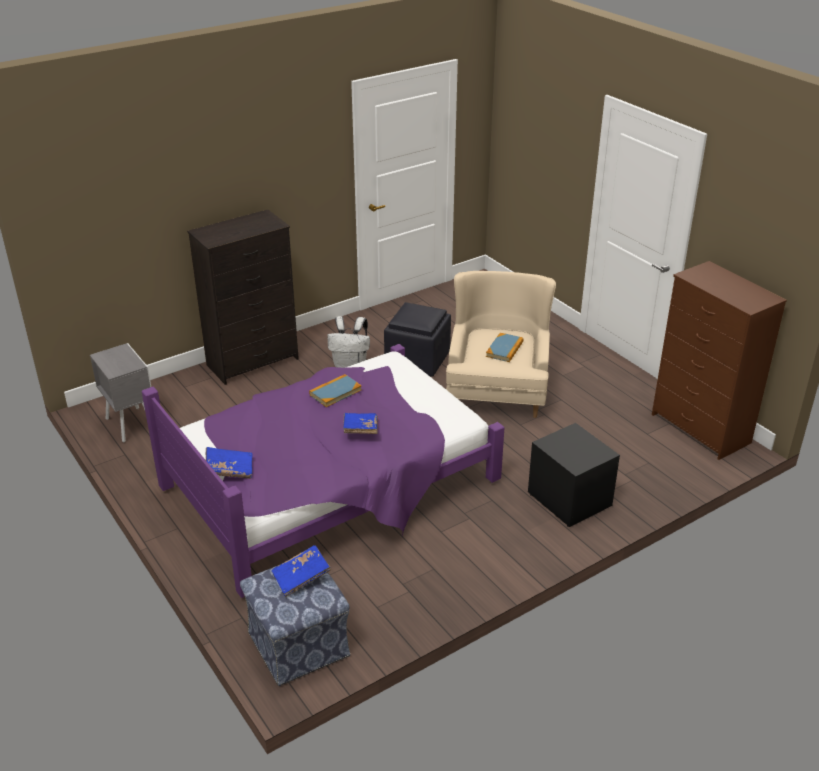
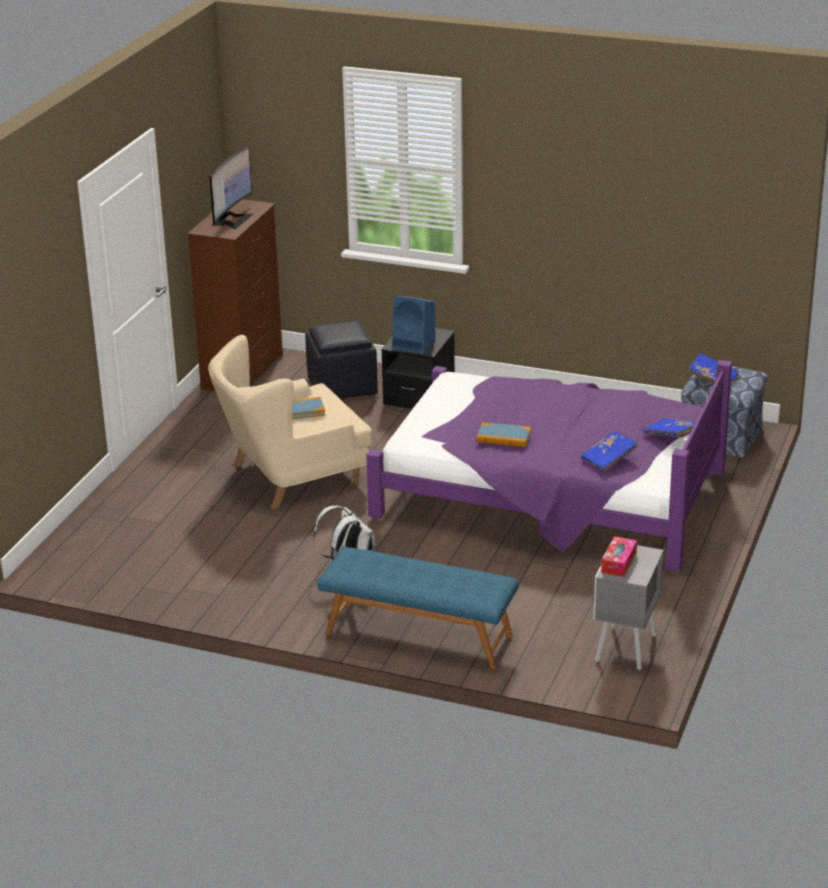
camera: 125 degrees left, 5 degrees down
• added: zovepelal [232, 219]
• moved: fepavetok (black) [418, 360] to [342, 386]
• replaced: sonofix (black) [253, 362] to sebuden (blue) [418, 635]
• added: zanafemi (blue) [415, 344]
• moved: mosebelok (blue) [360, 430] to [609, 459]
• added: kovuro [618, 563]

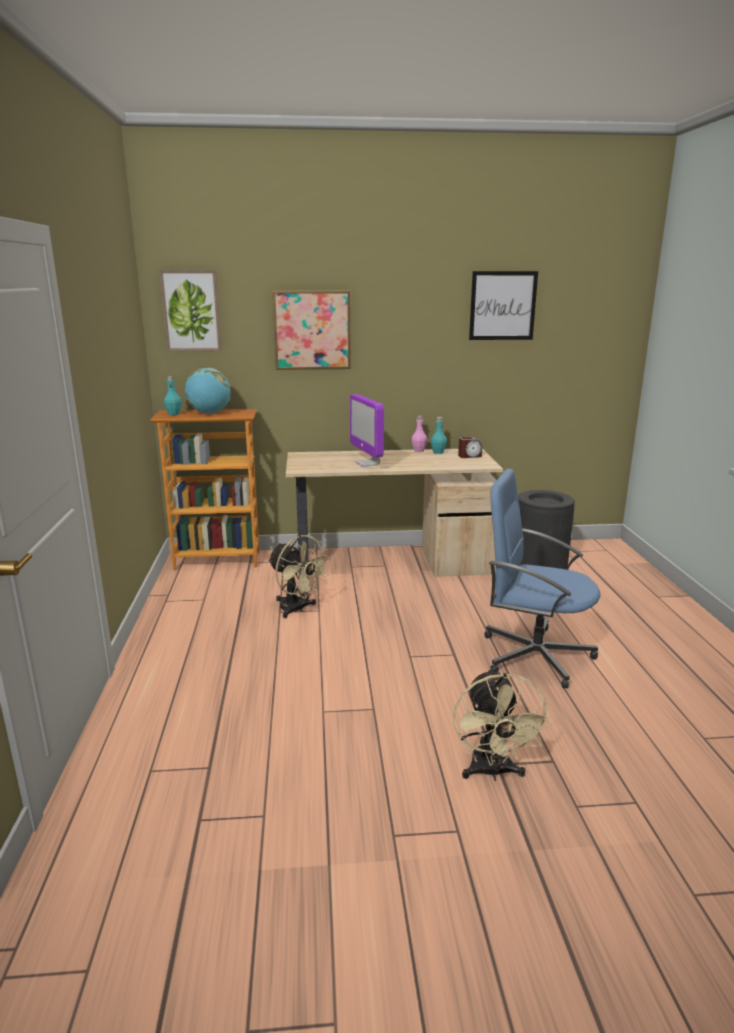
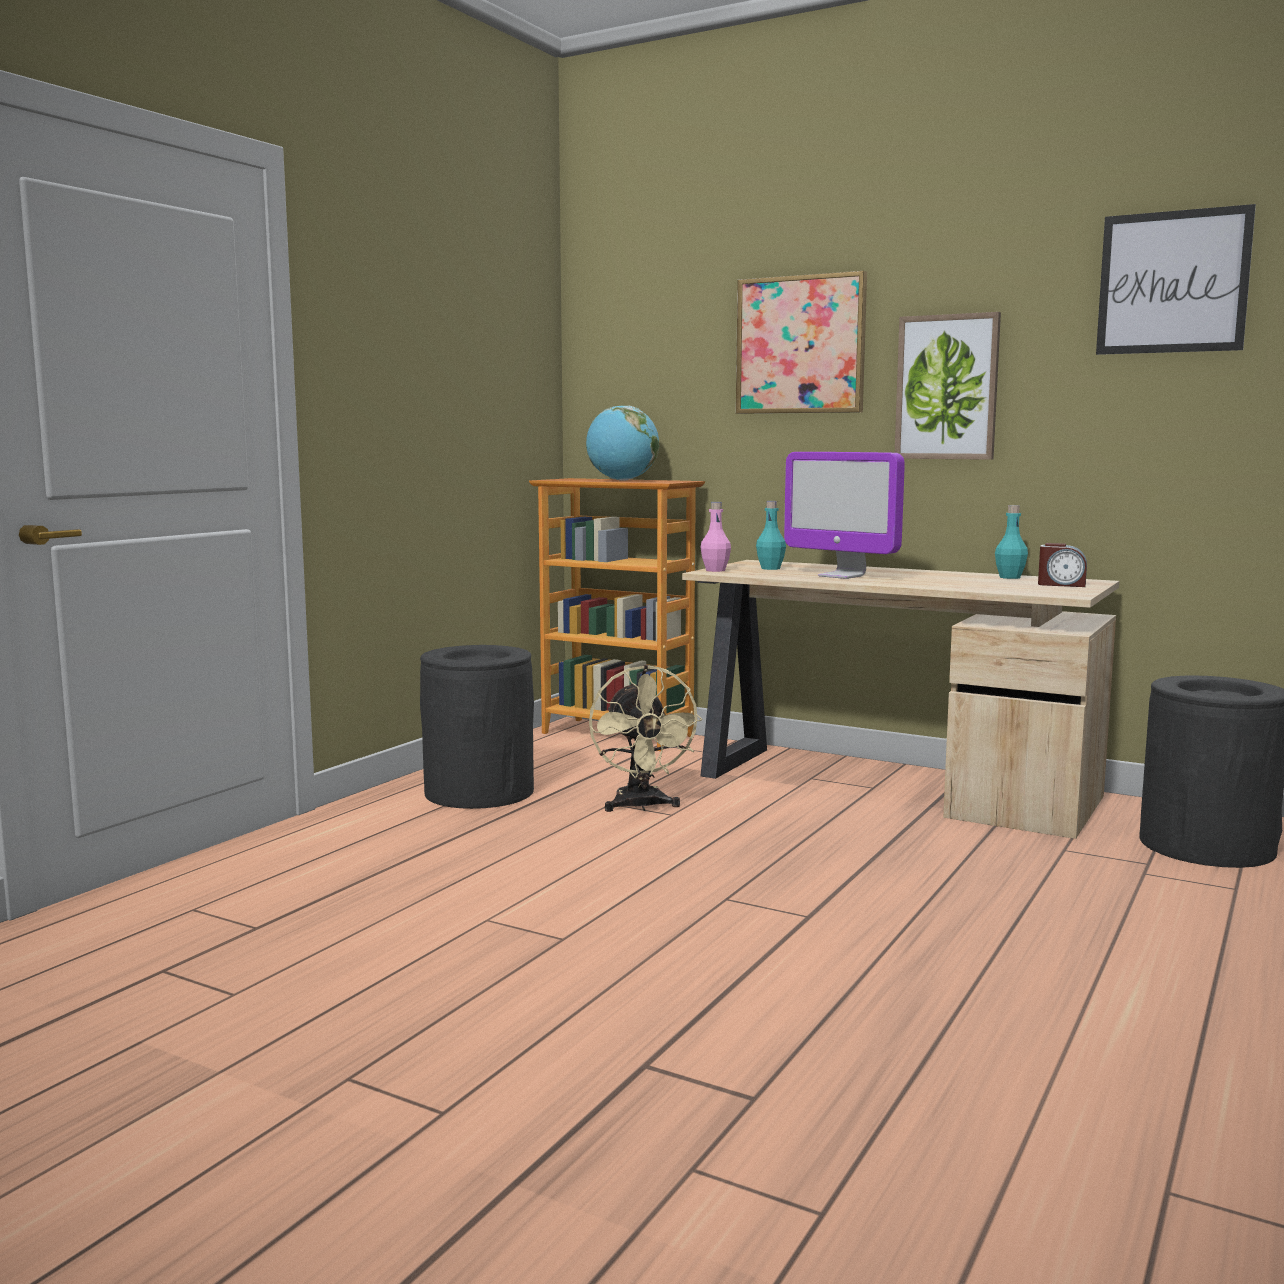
camera: 35 degrees right, 10 degrees down
• added: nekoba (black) [479, 792]
• moved: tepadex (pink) [419, 451] to [715, 570]
• moved: tepadex (turquoise) [174, 414] to [770, 568]
• turned: zovepelal [367, 463] = [842, 576] 60 degrees counterclockwise
• moved: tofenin [191, 311] to [947, 387]
• removed: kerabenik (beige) [492, 772]
• removed: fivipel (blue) [534, 655]

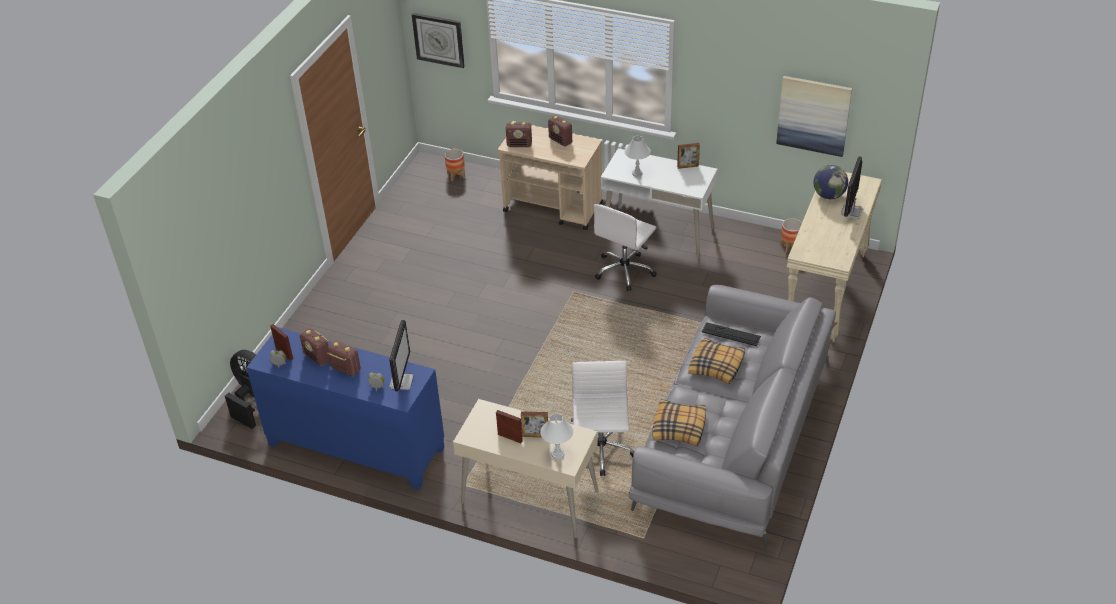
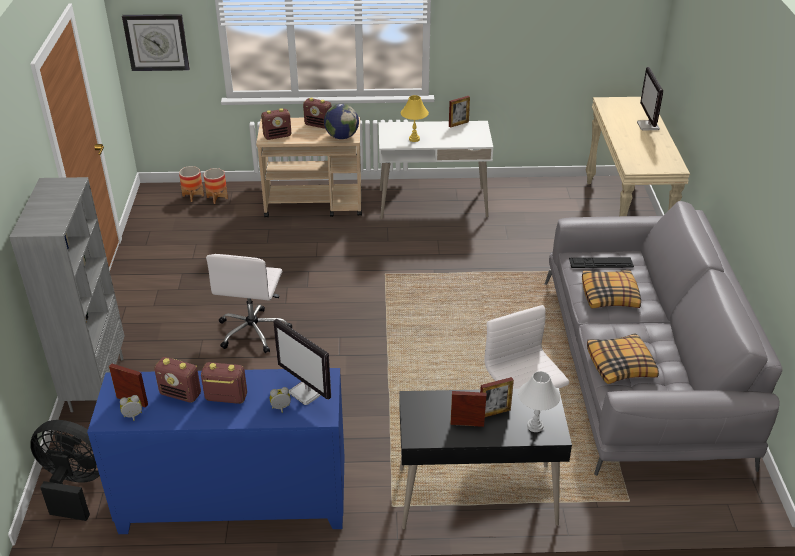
camera: 25 degrees left, 5 degrees down
• added: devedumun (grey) [96, 384]
• moved: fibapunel [790, 246] to [217, 198]
• moved: fivipel (white) [625, 270] to [253, 331]
• turned: zovepelal [401, 381] = [307, 392] 150 degrees clockwise
• moved: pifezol [829, 195] to [342, 137]
• recoloured: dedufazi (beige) [529, 498] to dedufazi (black) [476, 497]
• recoloured: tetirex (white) [637, 173] to tetirex (yellow) [414, 139]
• removed: tofenin [813, 115]

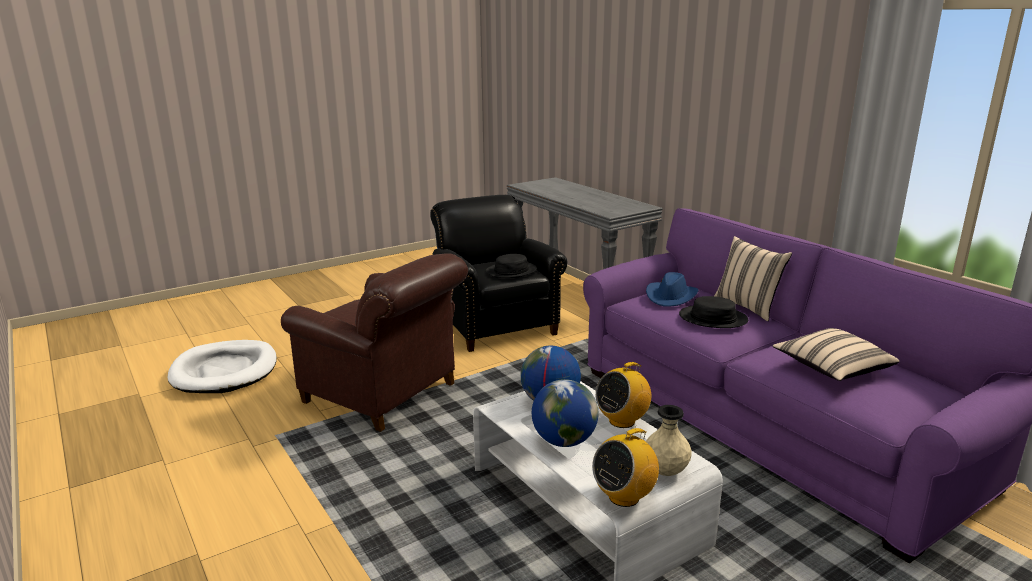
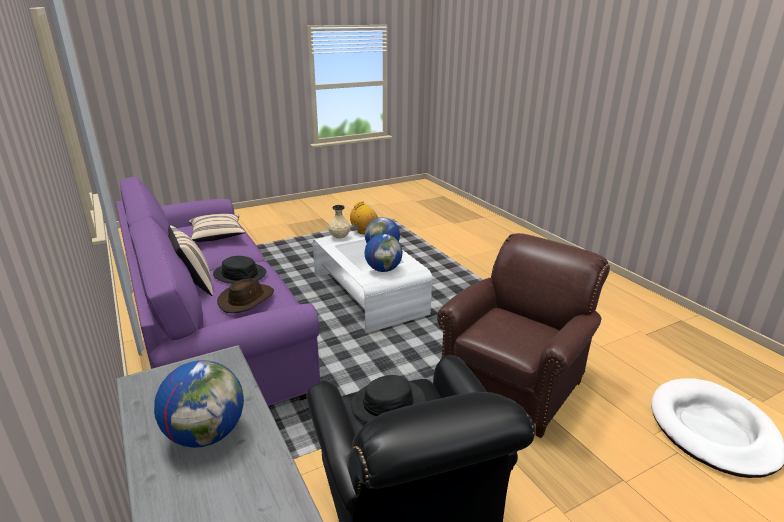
camera: 175 degrees left, 5 degrees up
• added: pifezol [206, 434]
• recoloured: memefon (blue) [671, 297] to memefon (brown) [246, 300]
• turned: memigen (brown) [385, 394] = [516, 382] 90 degrees clockwise
• removed: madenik [622, 420]

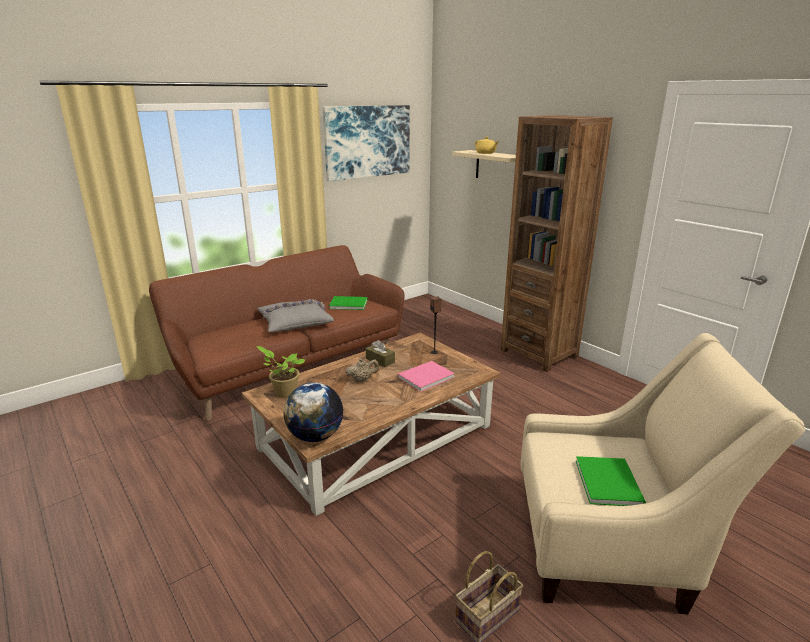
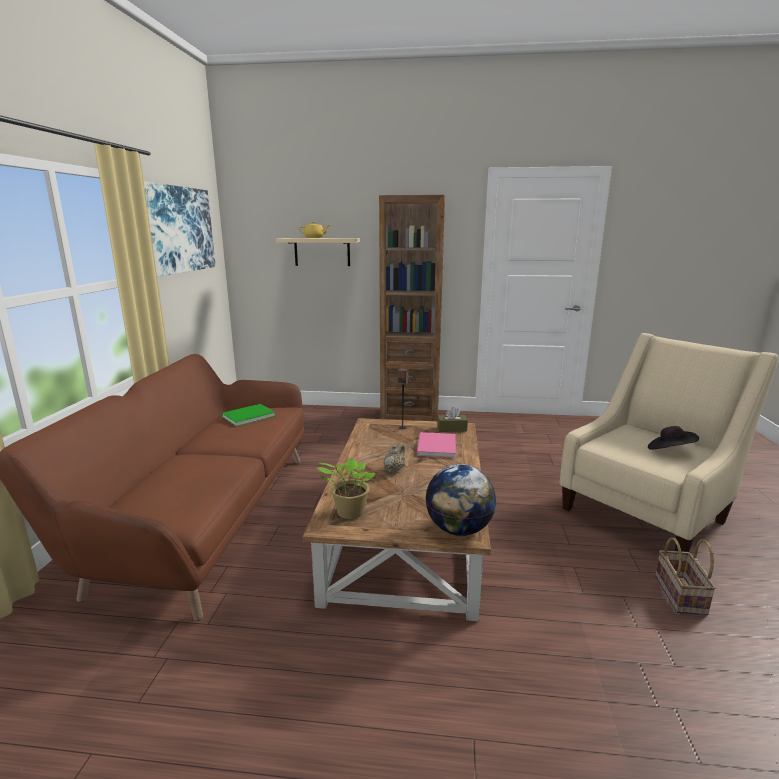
camera: 45 degrees left, 5 degrees down
• moved: kovuro (brown) [380, 360] to [452, 429]
• replaced: mosebelok (green) [609, 481] to memefon (black) [669, 451]
• removed: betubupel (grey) [295, 322]

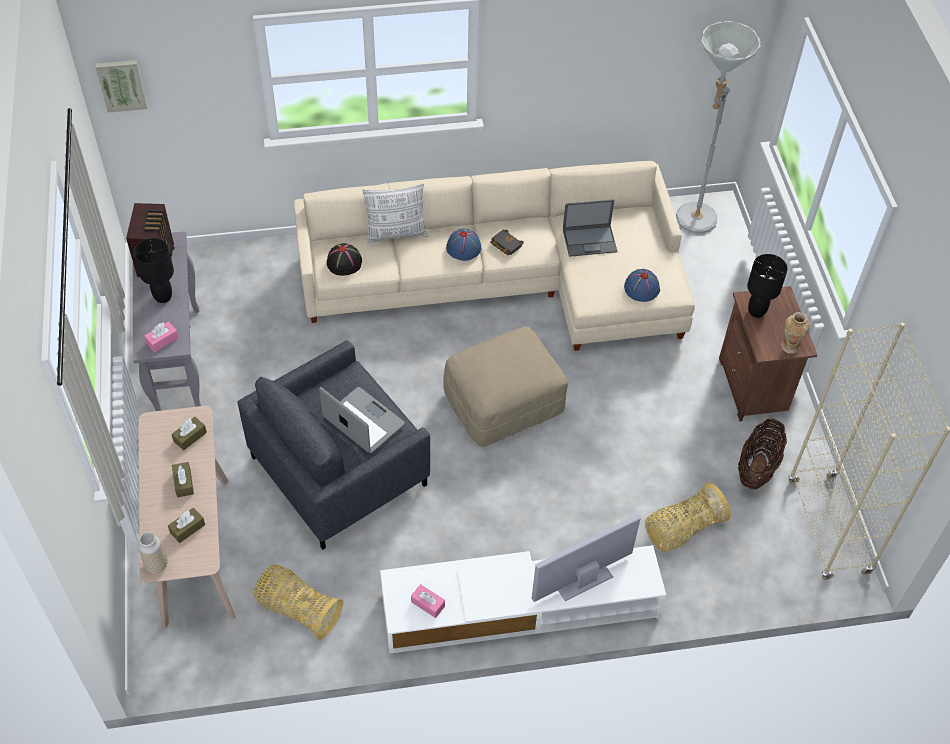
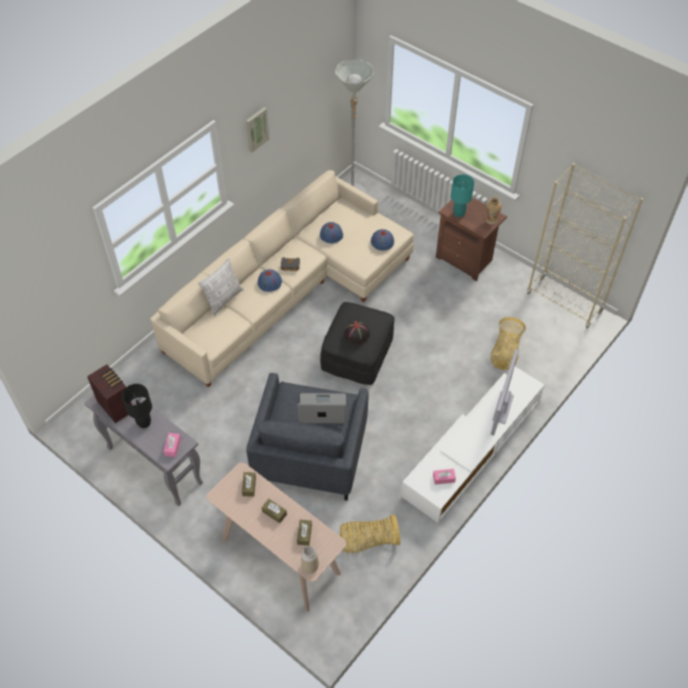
camera: 40 degrees left, 0 degrees up
• moved: tofenin [121, 84] to [256, 129]
• replaced: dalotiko [590, 240] to memefon (blue) [331, 234]
• recoloured: fepavetok (beige) [503, 404] to fepavetok (black) [357, 355]
• moved: memefon (black) [344, 262] to [357, 334]
• recoloured: tetirex (black) [756, 311] to tetirex (turquoise) [458, 214]
• removed: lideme [757, 468]

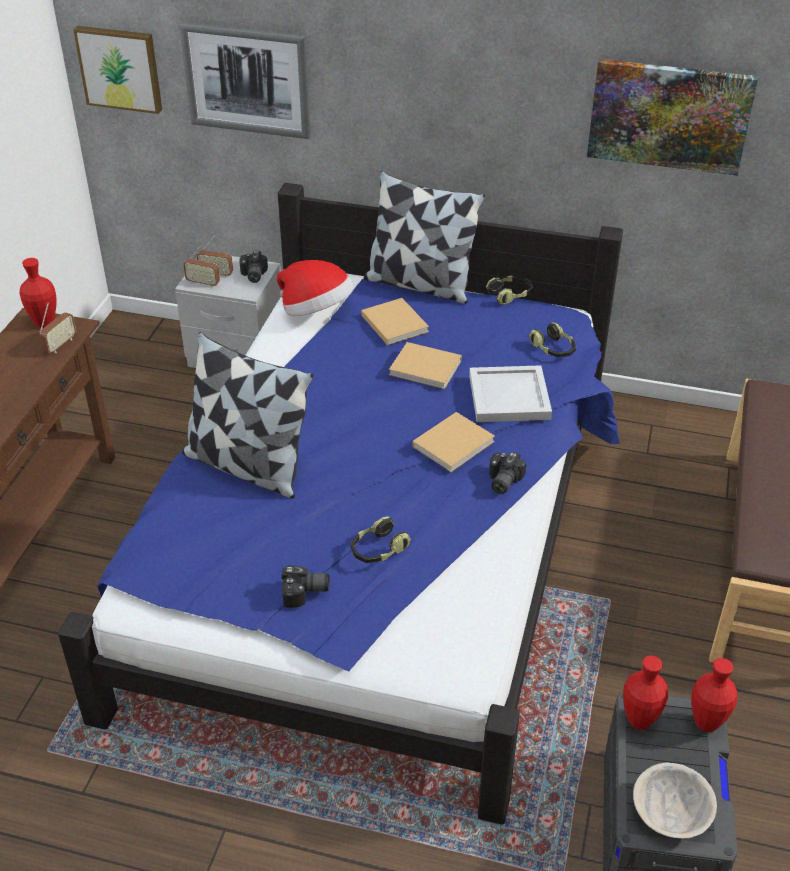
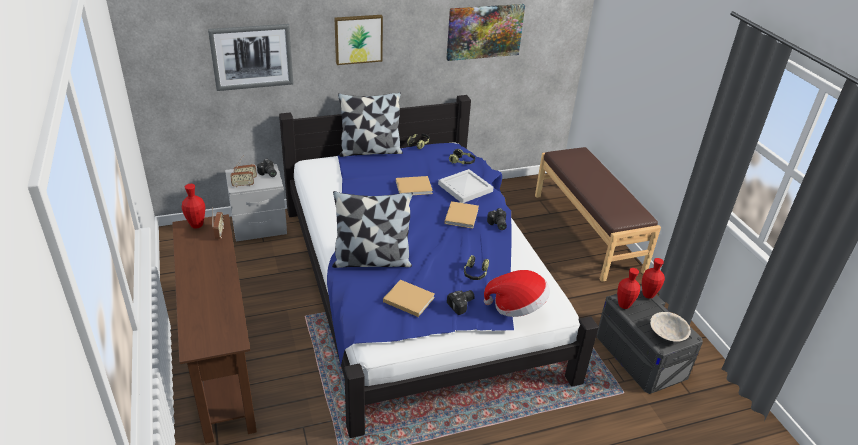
camera: 35 degrees left, 5 degrees down
• moved: tofenin [120, 68] to [358, 39]
• moved: mosebelok (beige) [393, 322] to [407, 299]
• moved: memefon [316, 312] to [517, 306]

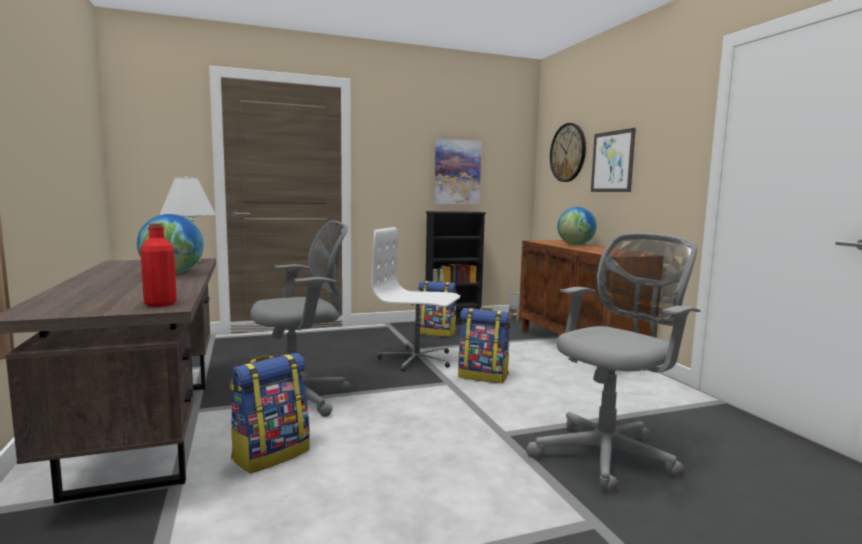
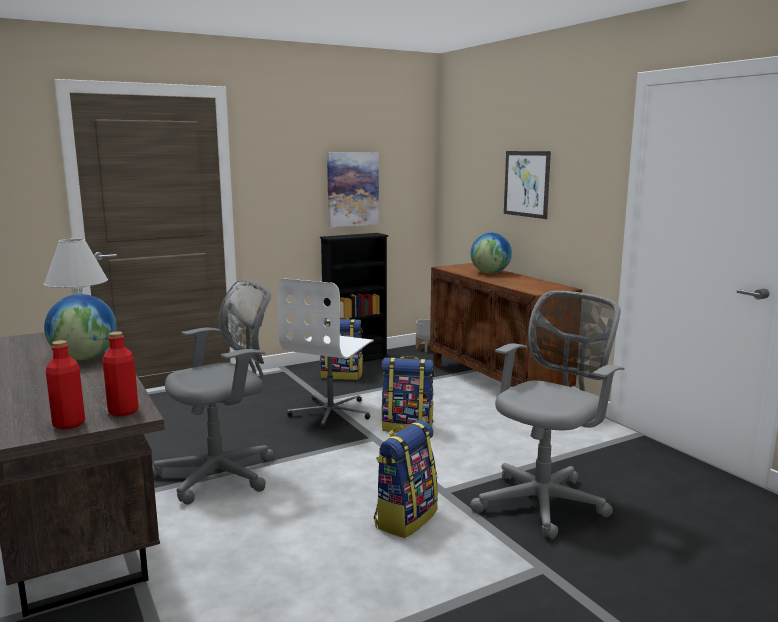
camera: 10 degrees left, 5 degrees up
• added: tepadex (red) [69, 424]
• turned: fivipel (white) [417, 359] = [331, 412] 75 degrees counterclockwise
• moved: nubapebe [271, 454] to [405, 518]
• removed: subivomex [568, 152]

